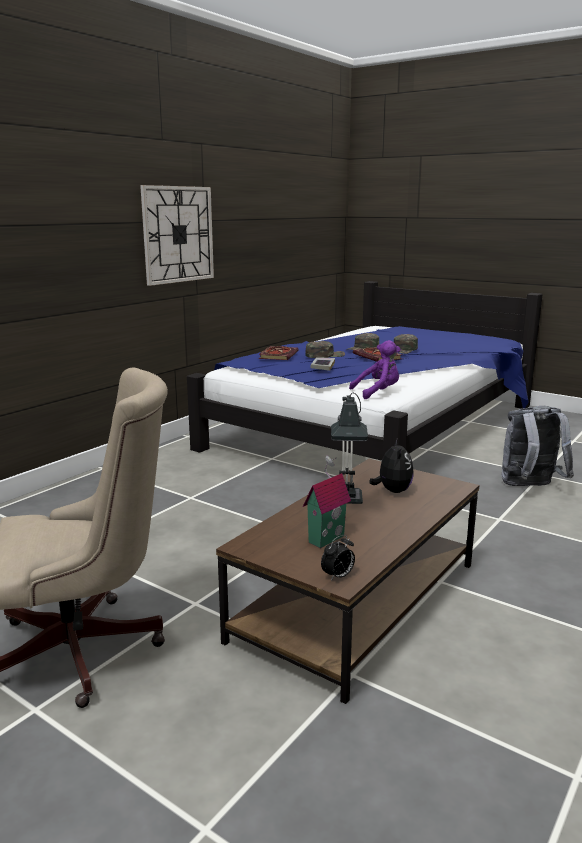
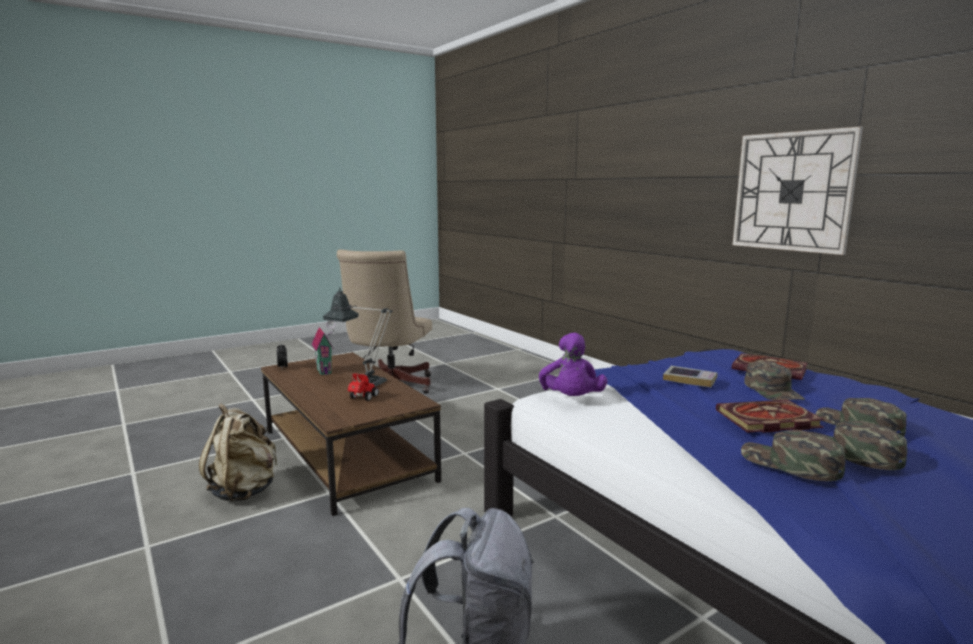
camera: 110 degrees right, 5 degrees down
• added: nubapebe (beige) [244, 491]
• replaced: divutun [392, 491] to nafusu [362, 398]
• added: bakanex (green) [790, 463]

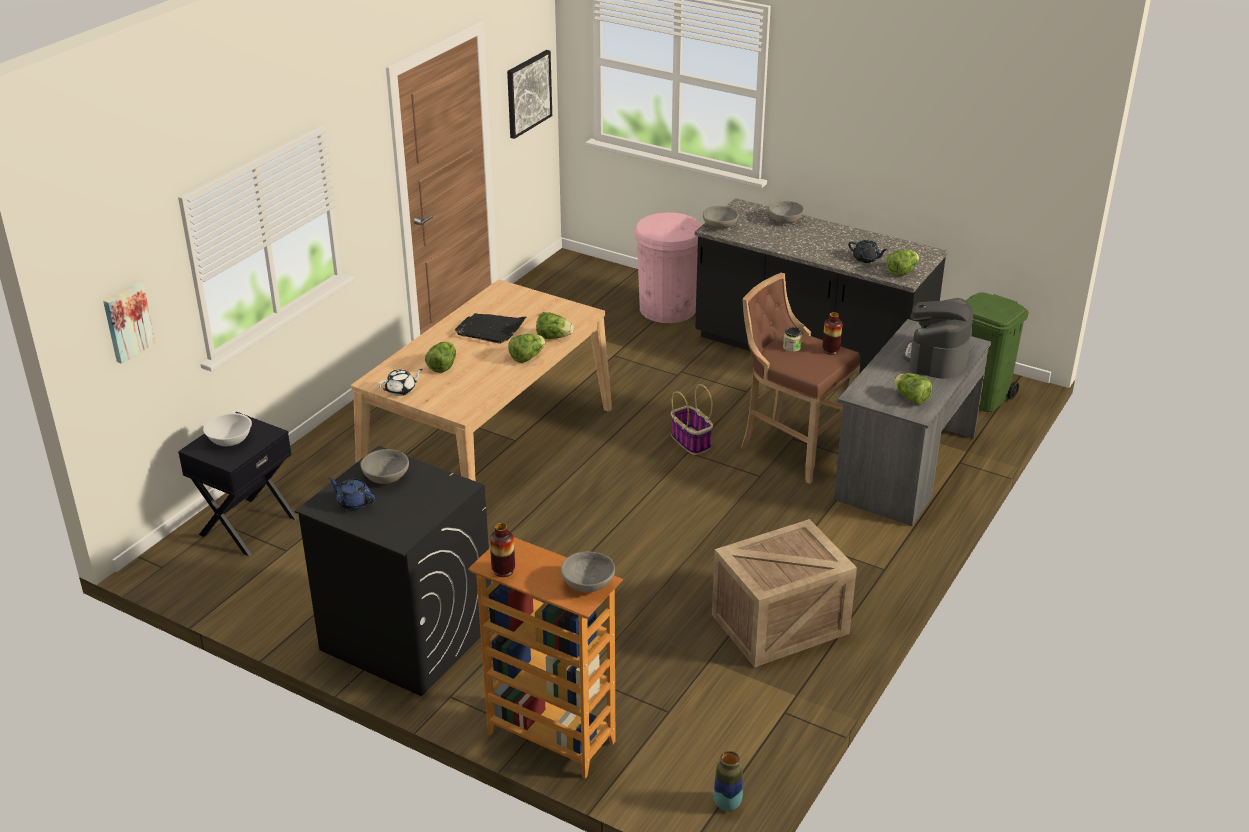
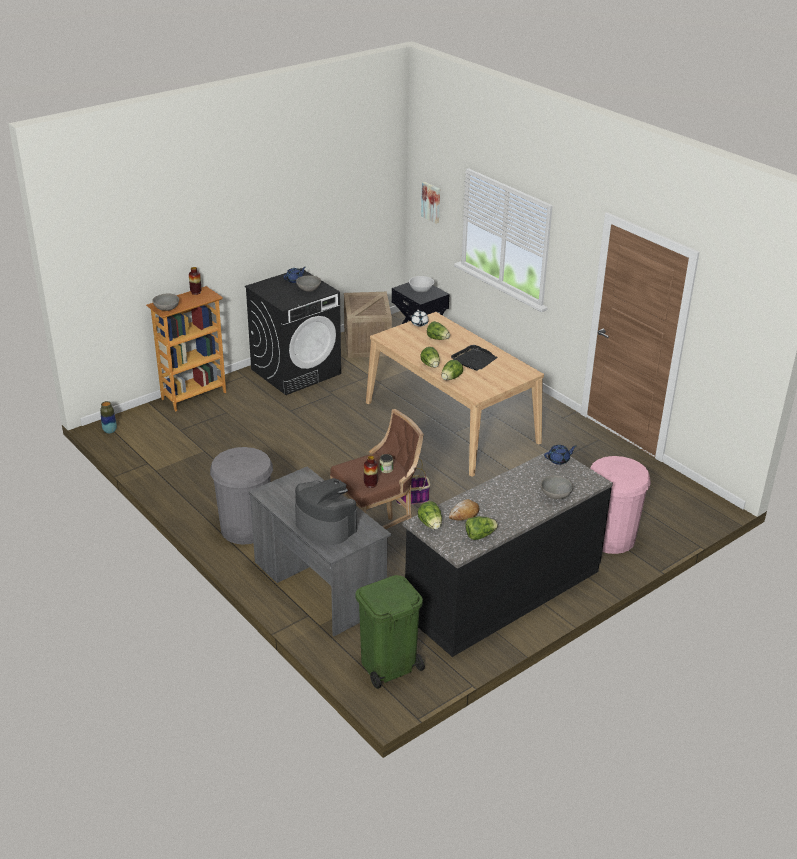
camera: 110 degrees right, 0 degrees up
• added: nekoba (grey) [245, 528]
• moved: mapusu [779, 625] to [366, 342]
• replaced: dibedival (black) [866, 259] to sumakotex [464, 514]
• moved: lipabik [911, 398] to [480, 535]
• replaced: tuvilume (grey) [719, 226] to dibedival (blue) [559, 460]
• removed: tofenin [528, 93]

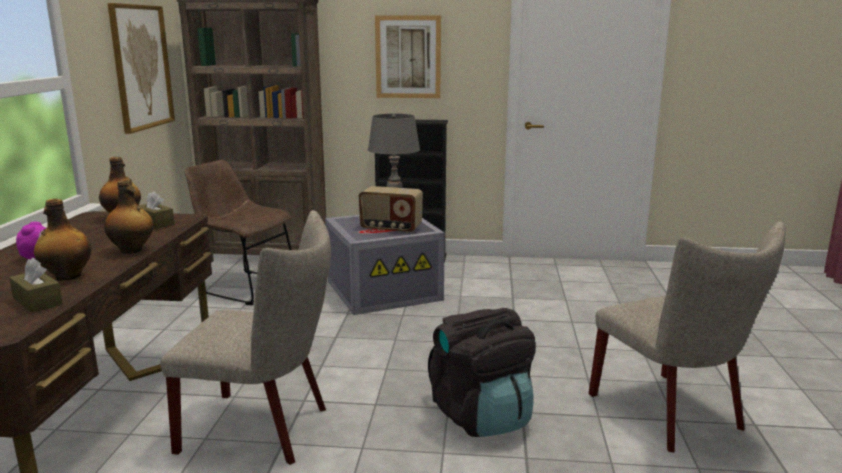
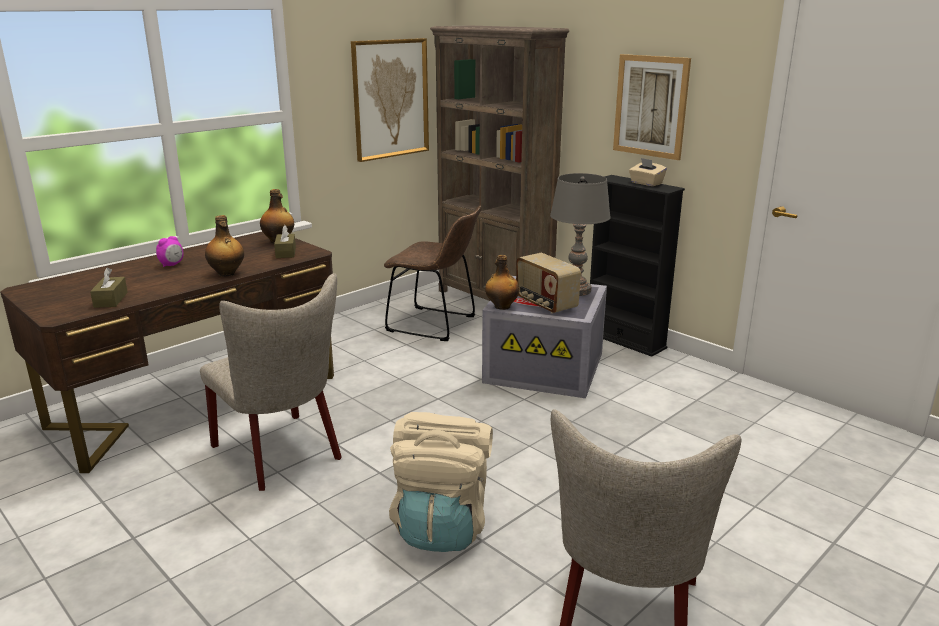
camera: 40 degrees right, 5 degrees up
• turned: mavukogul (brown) [244, 287] = [435, 325] 135 degrees clockwise
• recoloured: nubapebe (black) [481, 415] to nubapebe (beige) [442, 525]
• moved: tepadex [67, 276] to [501, 306]
• added: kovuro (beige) [646, 183]

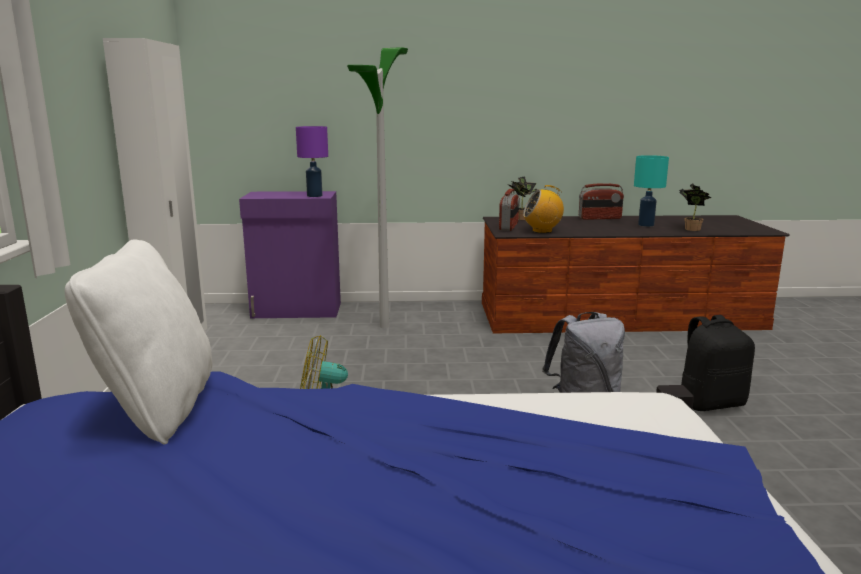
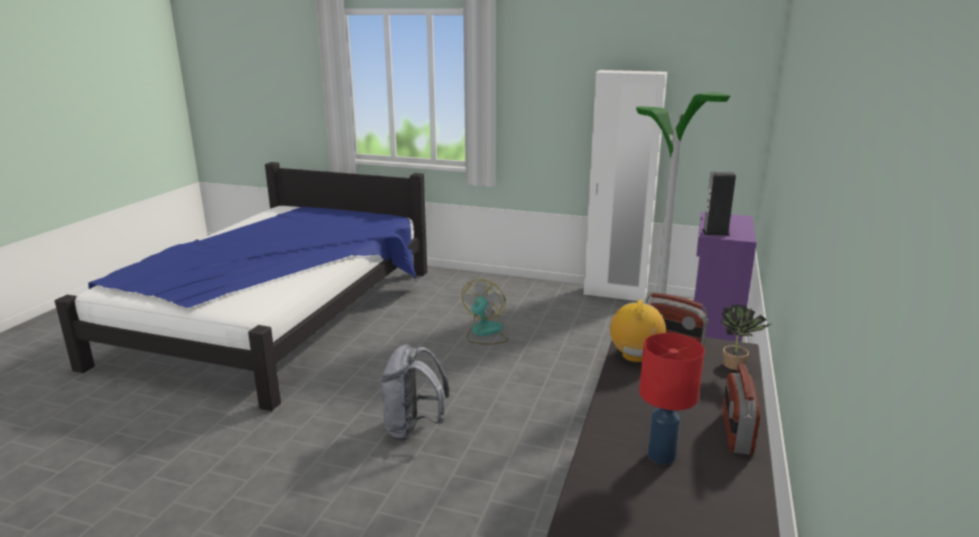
camera: 110 degrees right, 5 degrees up
• recoloured: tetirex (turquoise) [645, 225] to tetirex (red) [662, 456]
• replaced: tetirex (purple) [315, 196] to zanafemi [715, 232]
• removed: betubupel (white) [158, 408]
• removed: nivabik [690, 229]
• removed: nubapebe (black) [710, 403]

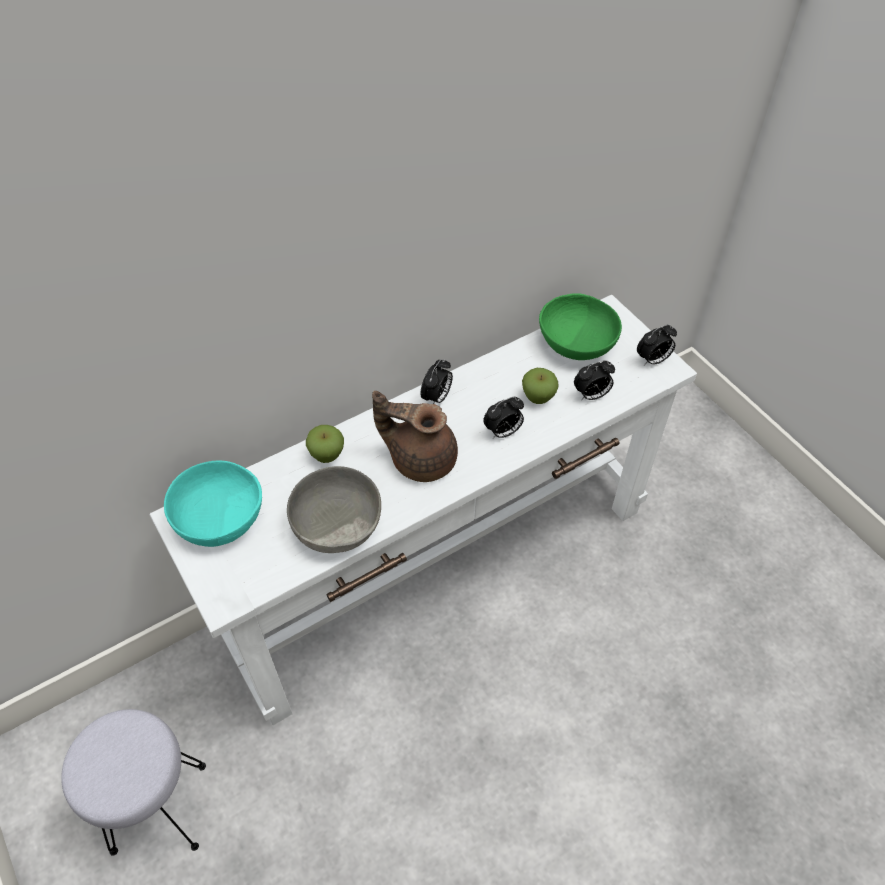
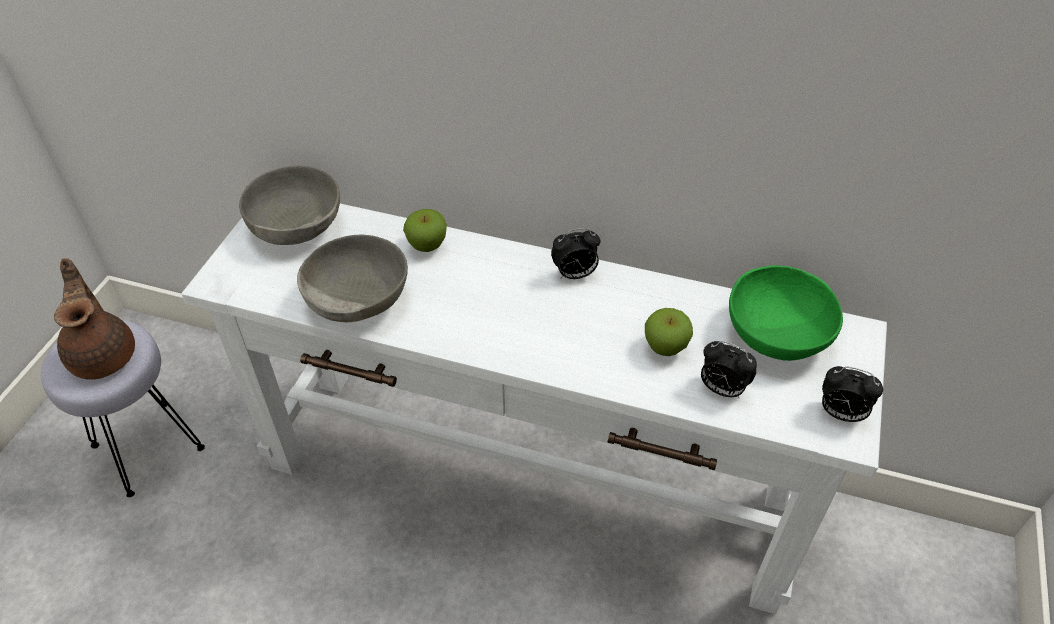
camera: 50 degrees right, 5 degrees down
• moved: dibedival (brown) [420, 458] to [104, 354]
• recoloured: tuvilume (turquoise) [219, 517] to tuvilume (grey) [298, 225]
• removed: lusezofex [503, 432]

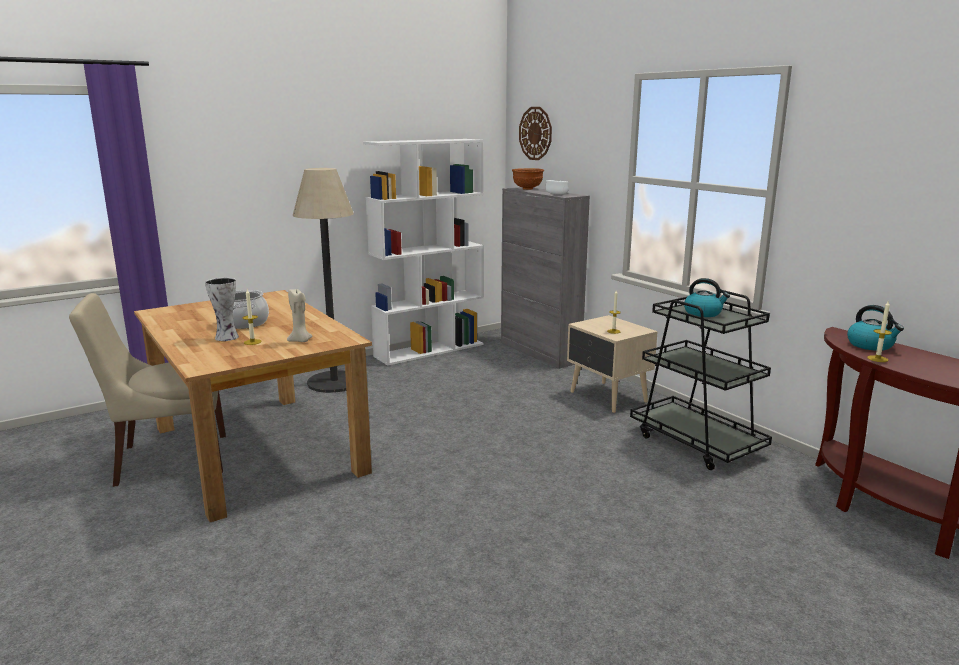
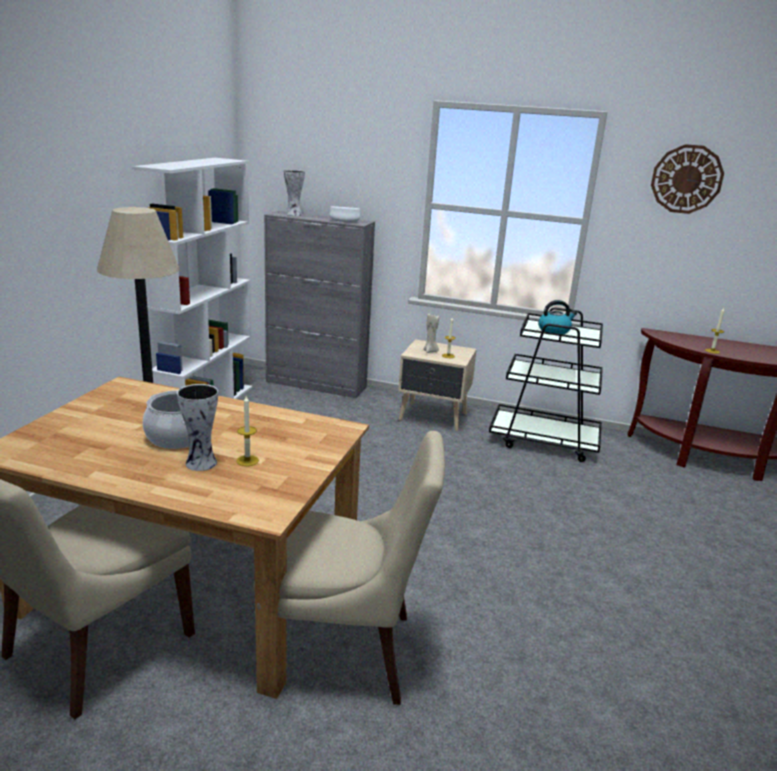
camera: 40 degrees left, 5 degrees up
• added: mavukogul (beige) [344, 652]
• replaced: tuvilume (brown) [527, 189] to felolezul [293, 214]
• moved: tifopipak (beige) [300, 341] to [430, 351]
• moved: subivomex [535, 133] to [686, 179]
• removed: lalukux [871, 345]

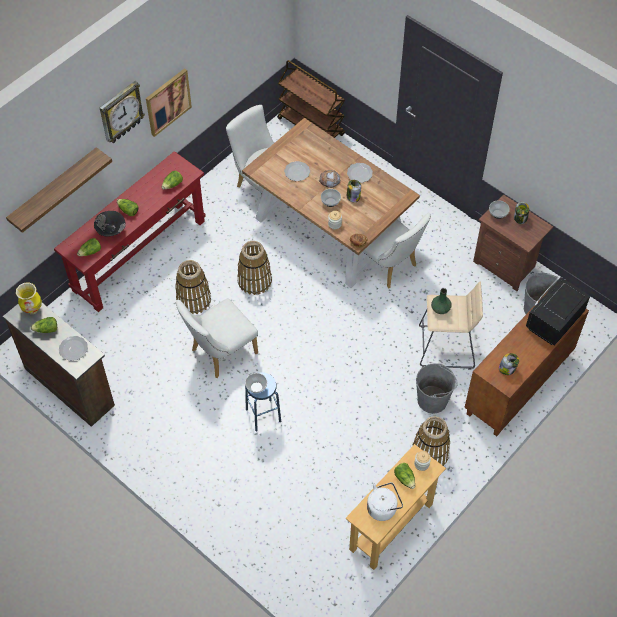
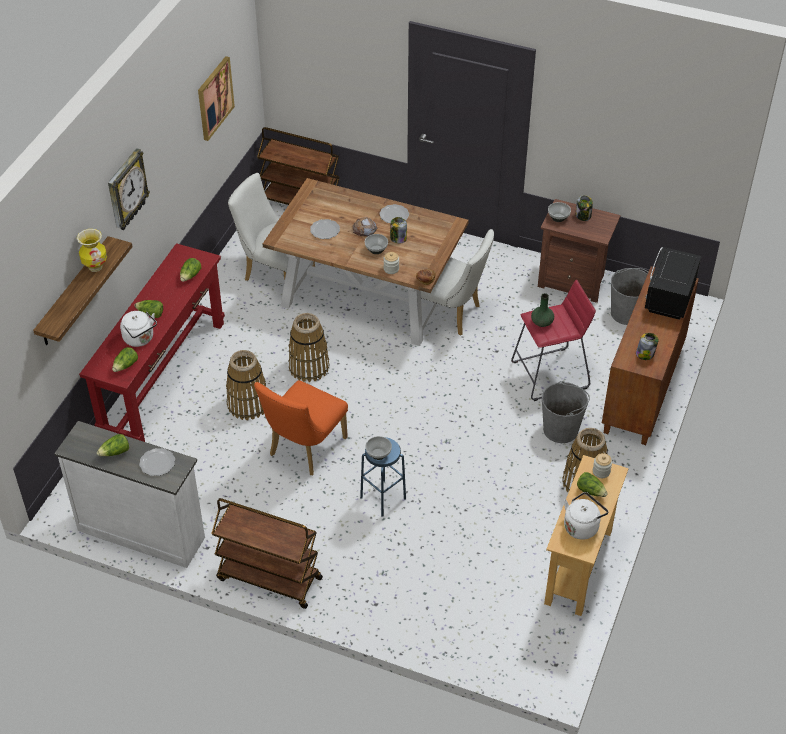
camera: 20 degrees left, 10 degrees down
• recoloured: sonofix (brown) [70, 385] to sonofix (white) [141, 532]
• moved: felolezul [32, 309] to [95, 267]
• replaced: tuvilume (black) [111, 231] to lalukux (white) [140, 339]
• moved: tofenin [167, 102] to [214, 98]
• added: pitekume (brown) [268, 579]
• recoloured: mavukogul (white) [220, 353] to mavukogul (orange) [304, 450]
• recoloured: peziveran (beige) [446, 347] to peziveran (red) [550, 374]

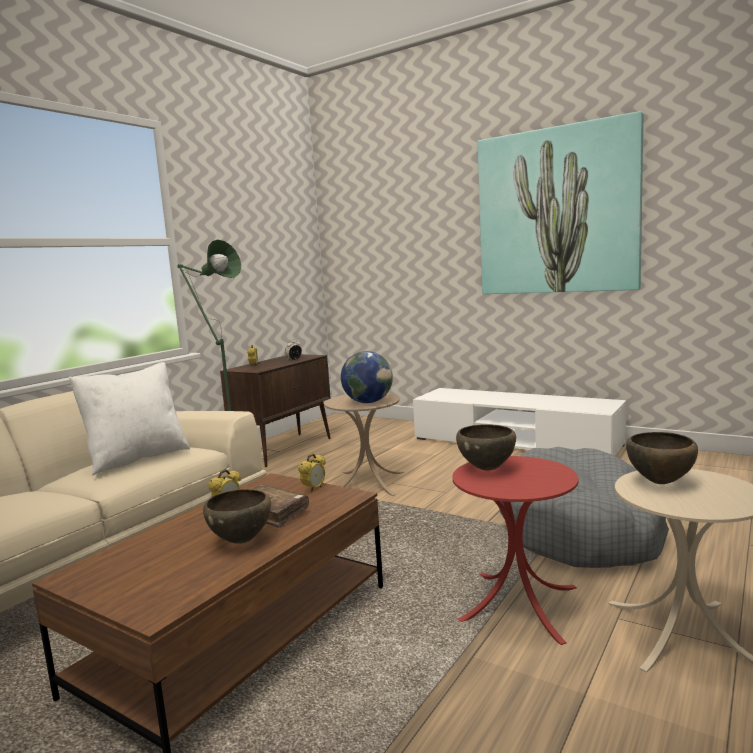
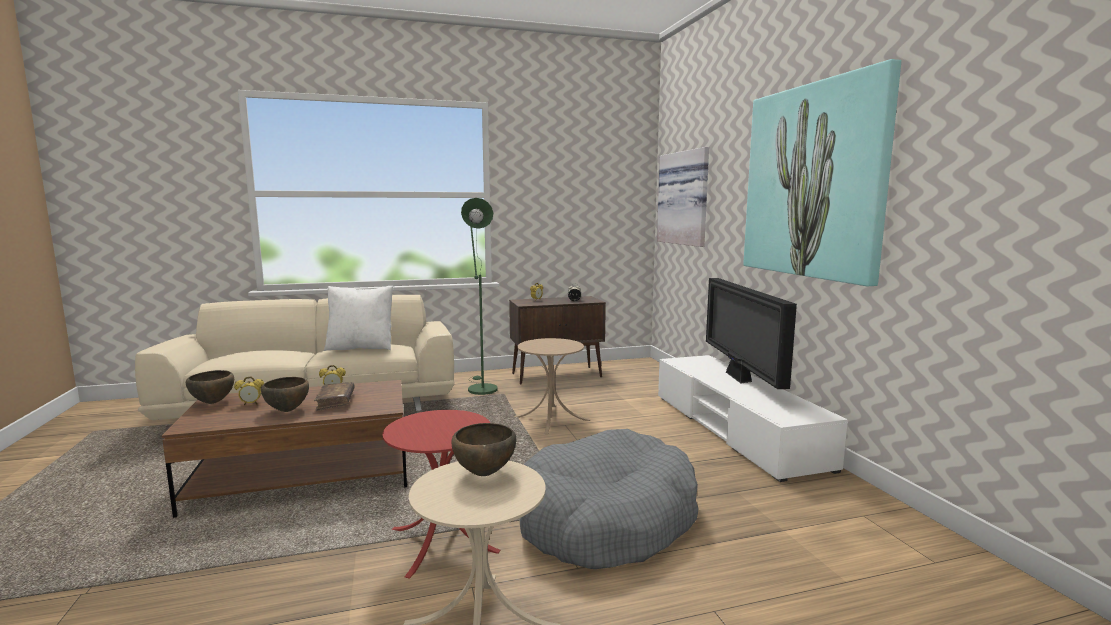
camera: 40 degrees right, 0 degrees up
• moved: tuvilume (brown) [487, 469] to [213, 402]
• moved: lusezofex [314, 489] to [251, 404]
• added: tofenin [685, 198]
• added: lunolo [739, 378]
• removed: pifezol [368, 402]

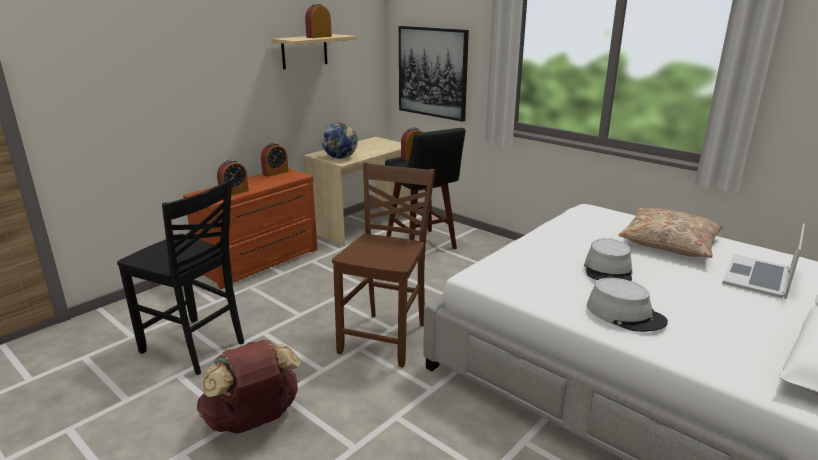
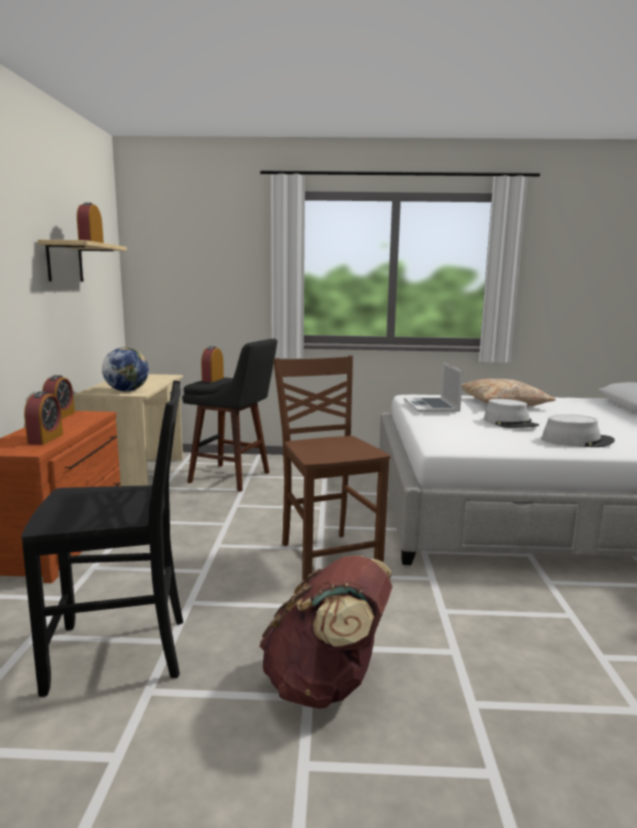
camera: 40 degrees left, 10 degrees down
• moved: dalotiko [758, 276] to [431, 405]
• removed: tofenin [432, 72]

